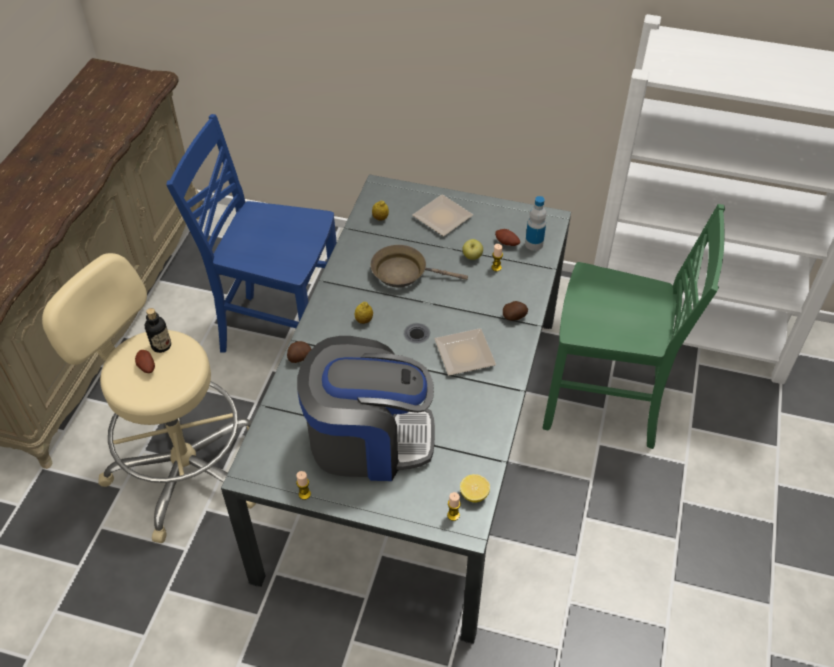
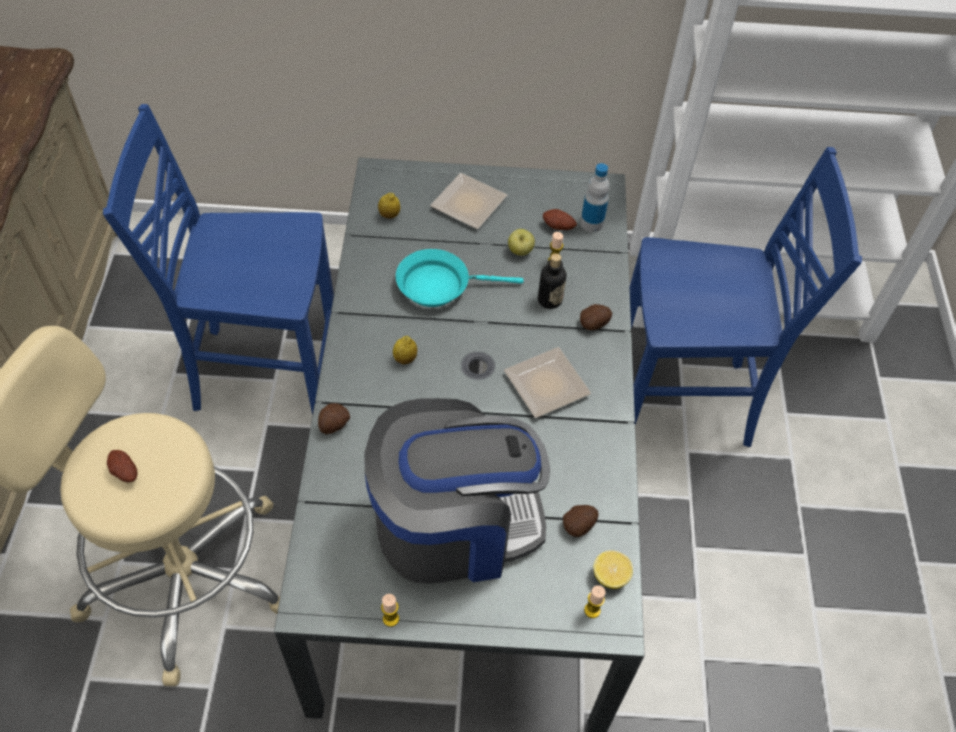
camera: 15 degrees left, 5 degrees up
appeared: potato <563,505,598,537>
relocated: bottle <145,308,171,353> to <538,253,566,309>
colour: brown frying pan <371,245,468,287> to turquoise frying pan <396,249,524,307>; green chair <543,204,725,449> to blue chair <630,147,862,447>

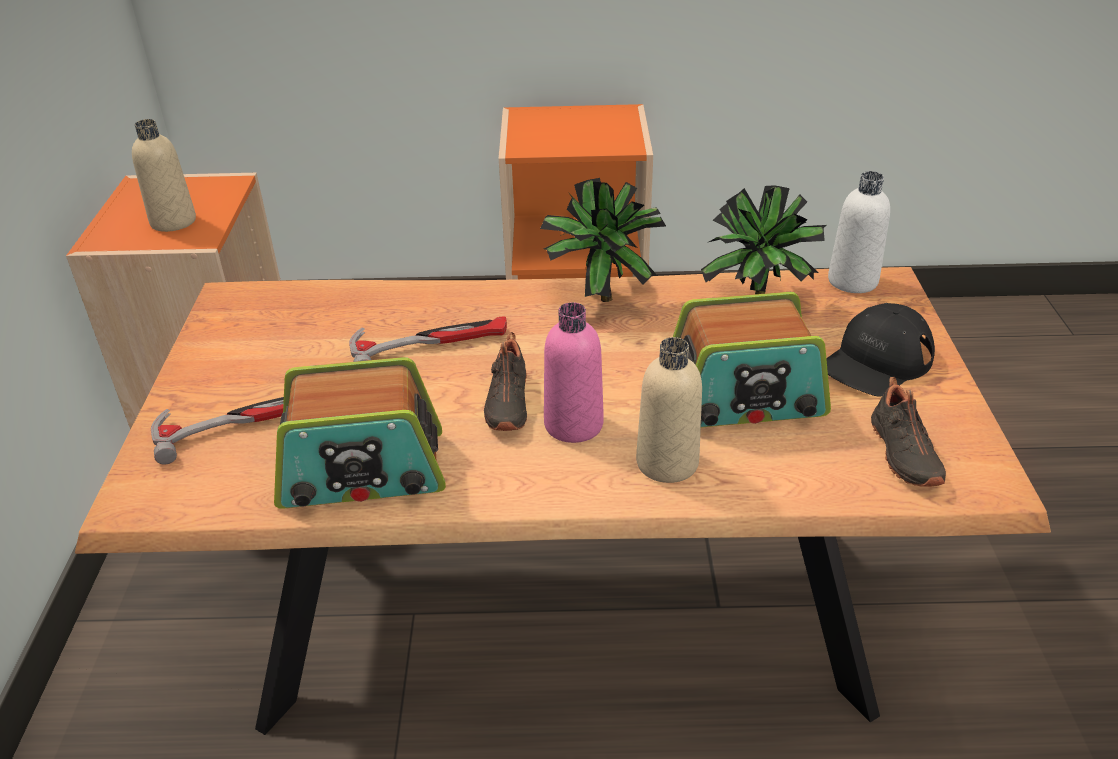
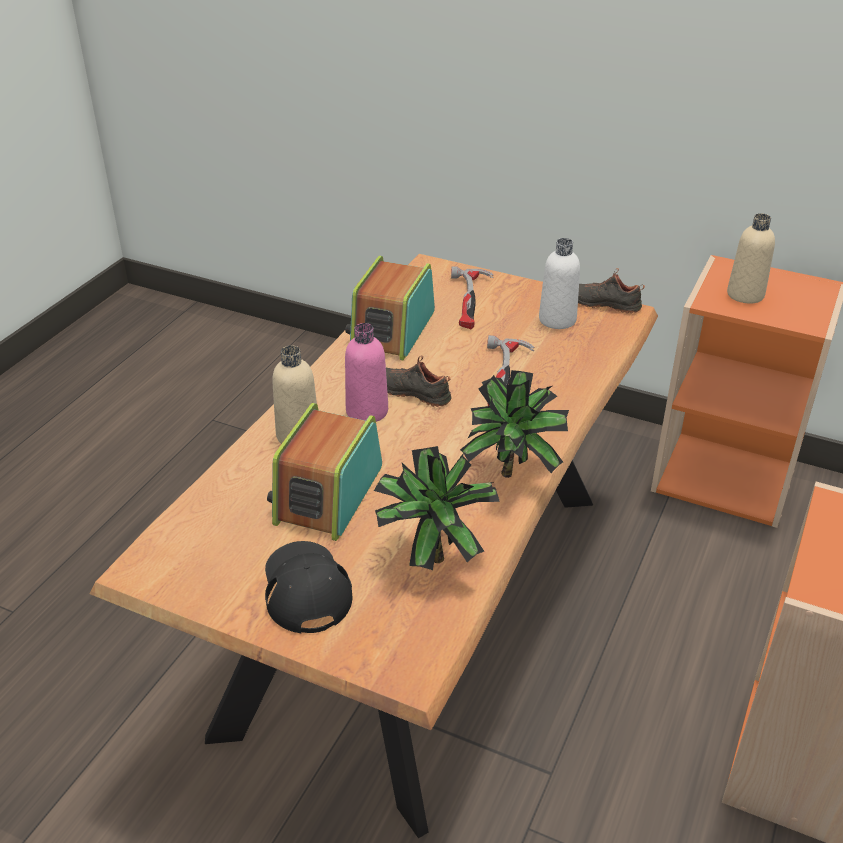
camera: 115 degrees right, 0 degrees up
relocated: white bottle <828,171,890,293> to <539,238,580,329>; black shoe <871,377,946,487> to <578,268,645,313>

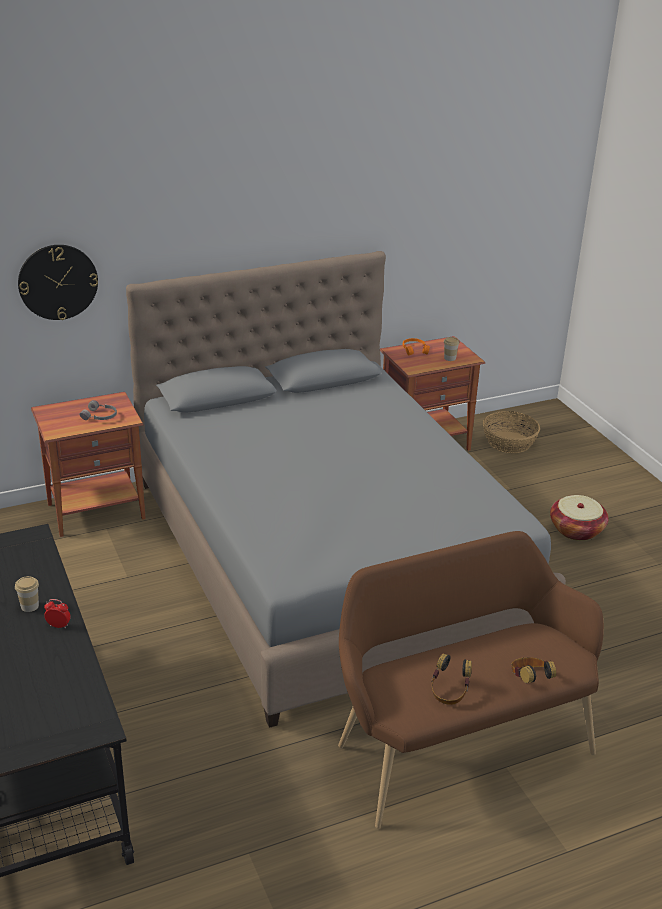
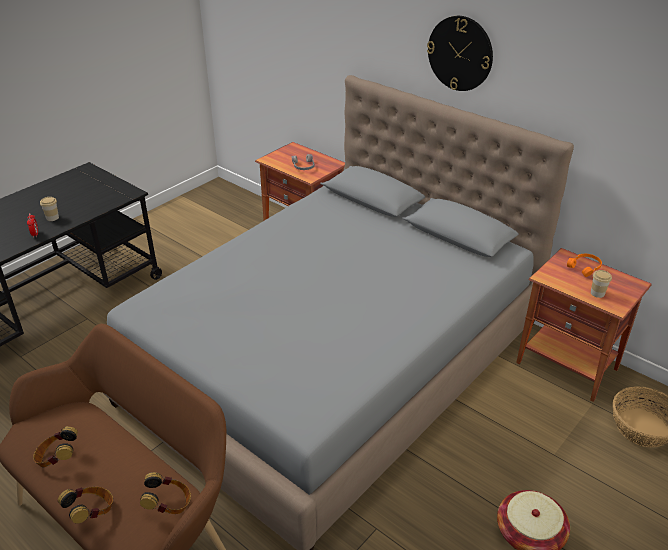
camera: 65 degrees right, 5 degrees up
appeared: headphones <140,472,191,514>
relocated: wall clock <18,245,98,320> to <427,16,493,91>

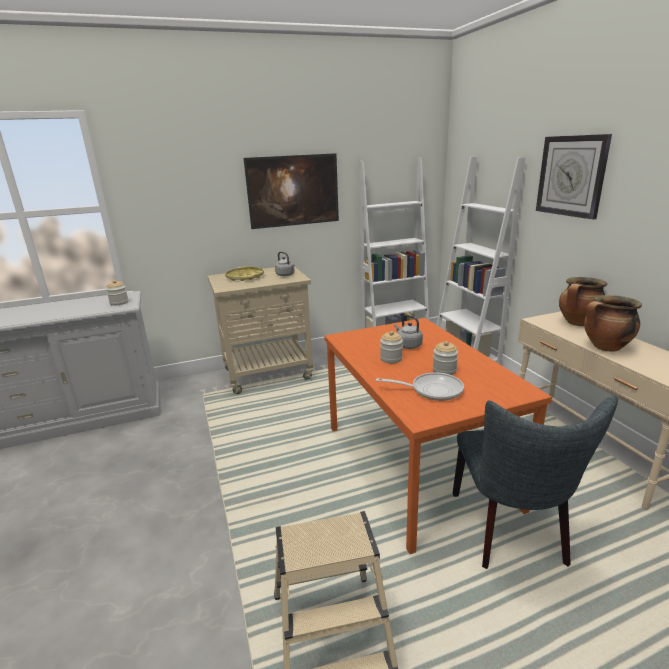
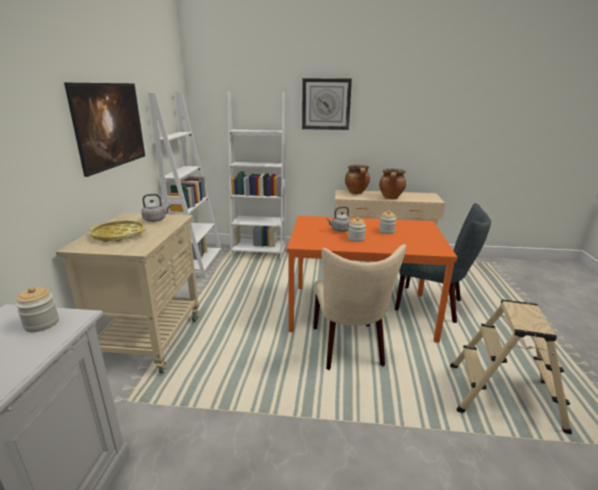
camera: 65 degrees left, 0 degrees up
missing: frying pan <376,372,464,401>
appeared: beige chair <313,244,406,370>

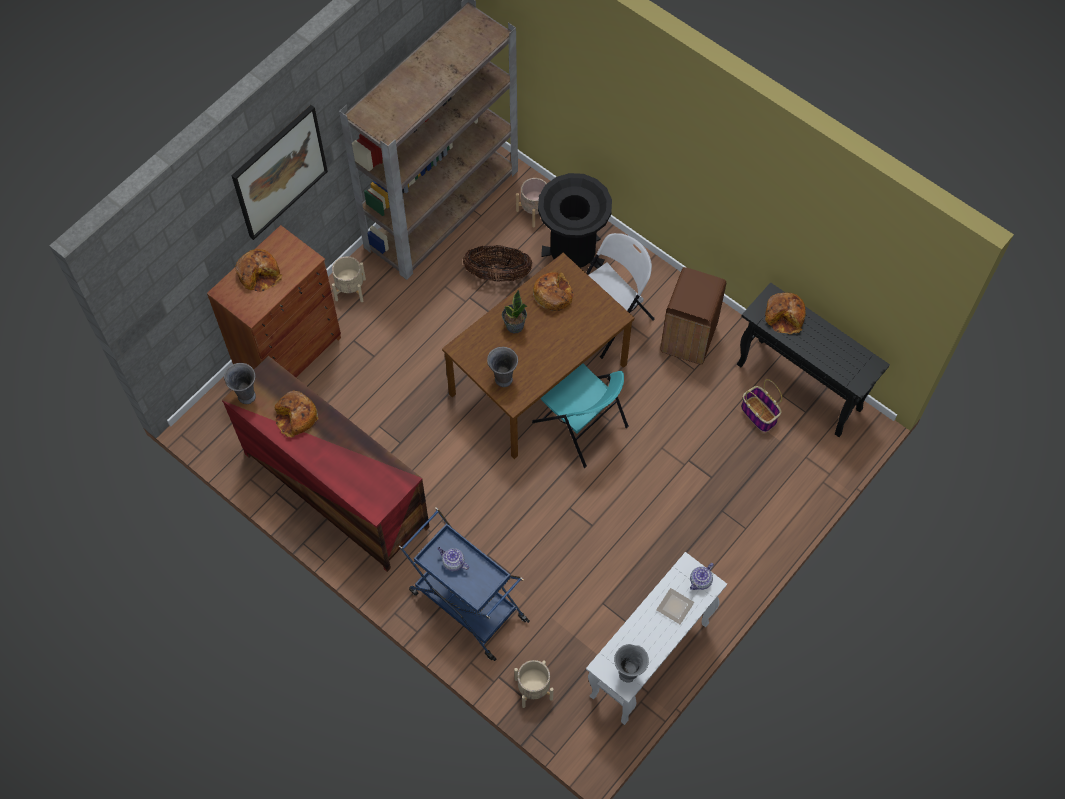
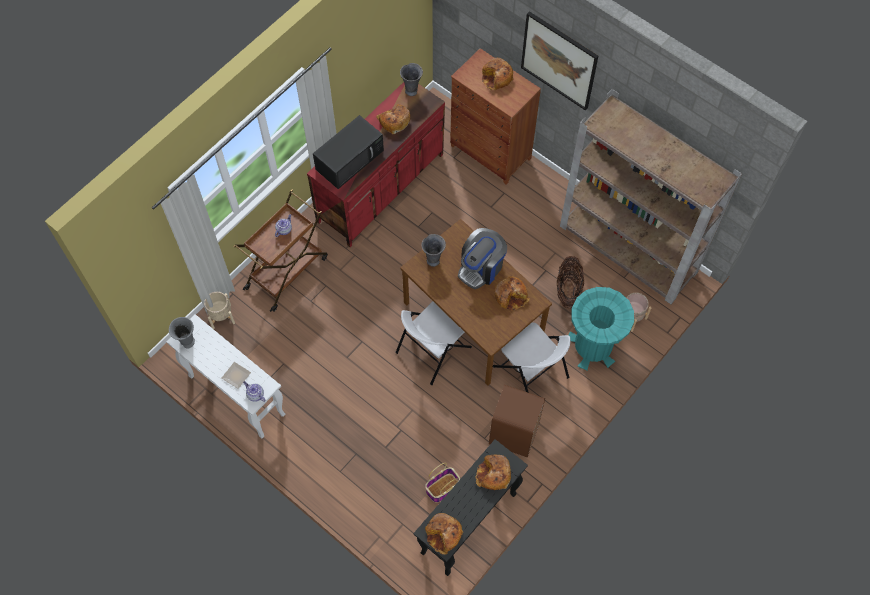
camera: 90 degrees right, 0 degrees up
missing: beige planter <332,256,366,302>
appeared: black microwave <313,115,384,189>; bread <425,513,463,555>
exchanged: potted plant <502,290,527,333> to coffee machine <458,228,507,289>
colour: blue cart <399,507,530,661> to brown cart <233,189,328,312>; turquoise chair <532,363,629,468> to white chair <395,301,472,385>; black trash can <538,173,612,269> to turquoise trash can <569,287,634,370>

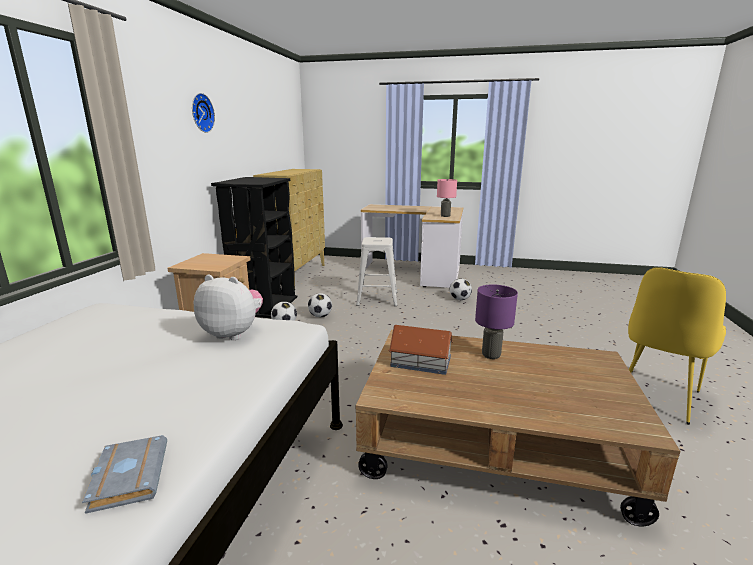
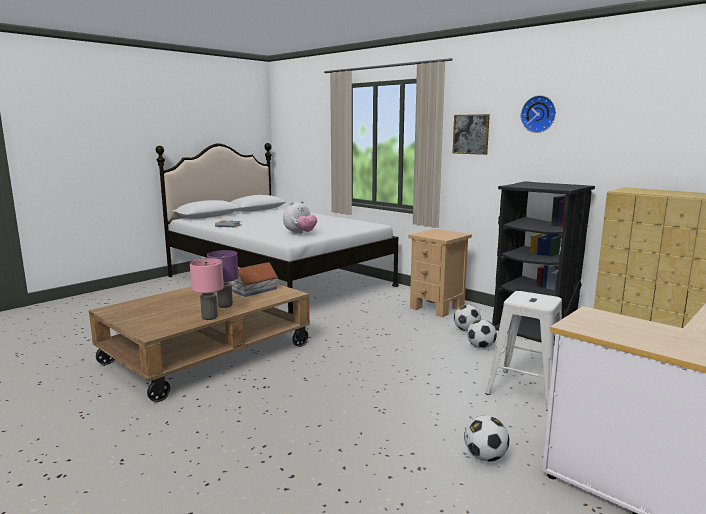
camera: 120 degrees right, 5 degrees down
missing: yellow chair <628,267,726,425>
appeared: picture <453,114,490,155>
relocated: pink table lamp <437,179,457,217> to <190,258,224,320>

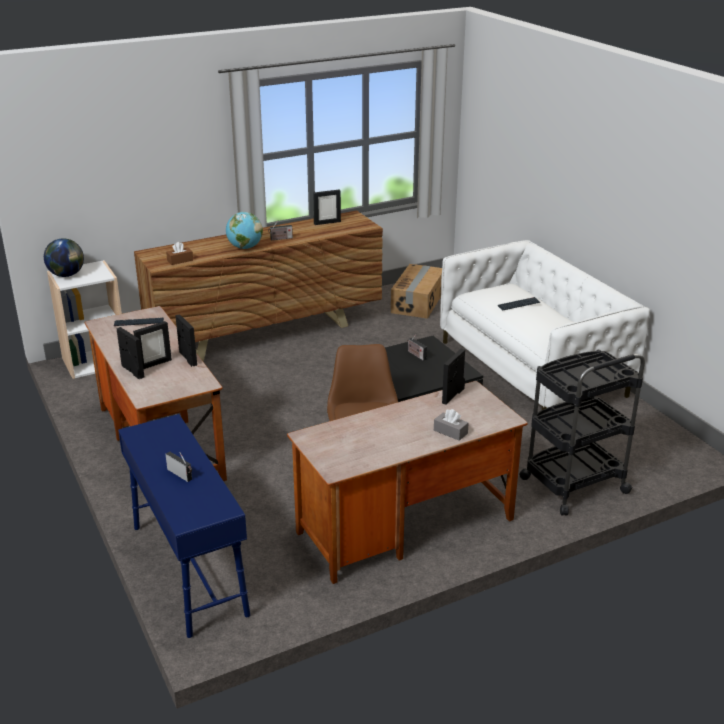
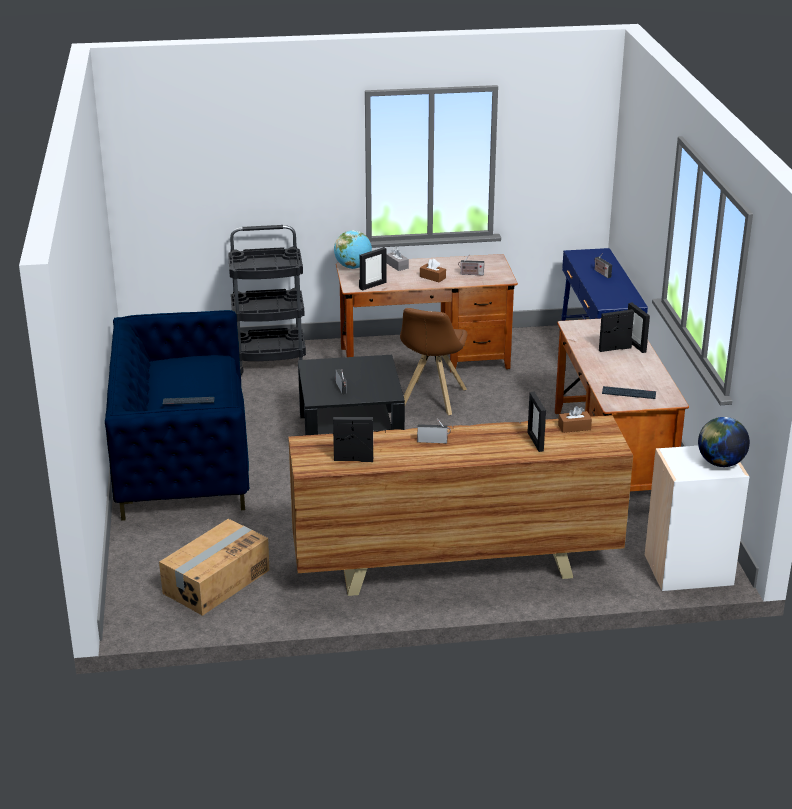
camera: 160 degrees left, 0 degrees up
appeared: brown tissue box <420,259,446,282>; radio <458,254,484,275>
relocated: picture frame <175,314,197,367> to <527,392,546,452>; globe <226,212,263,249> to <334,230,372,269>
colour: white sofa <440,240,650,410> to blue sofa <105,310,250,521>

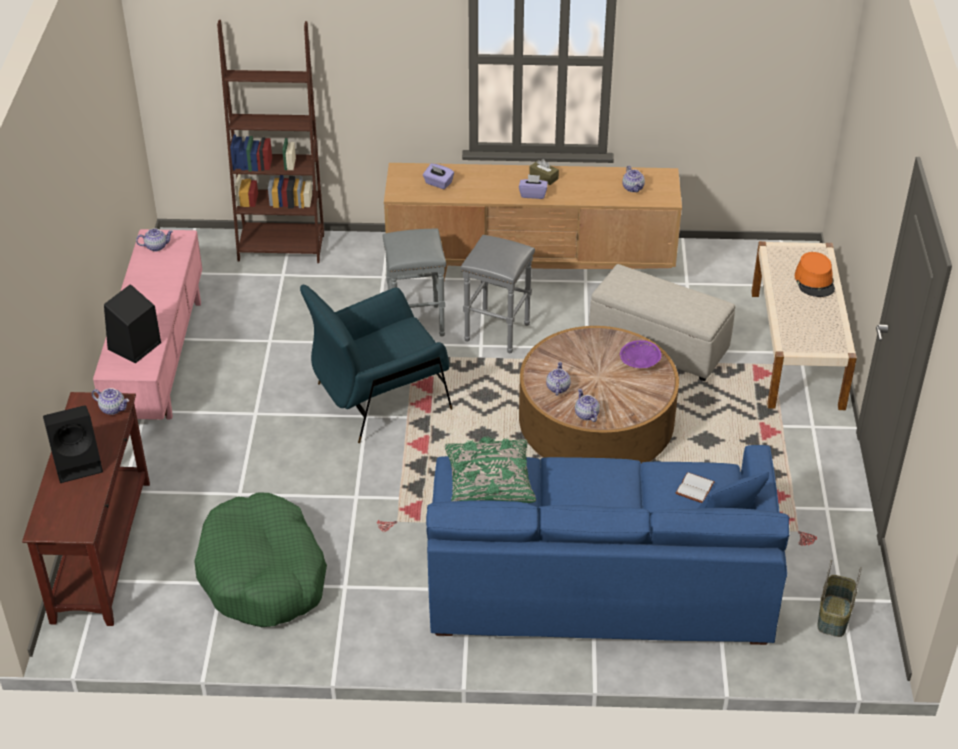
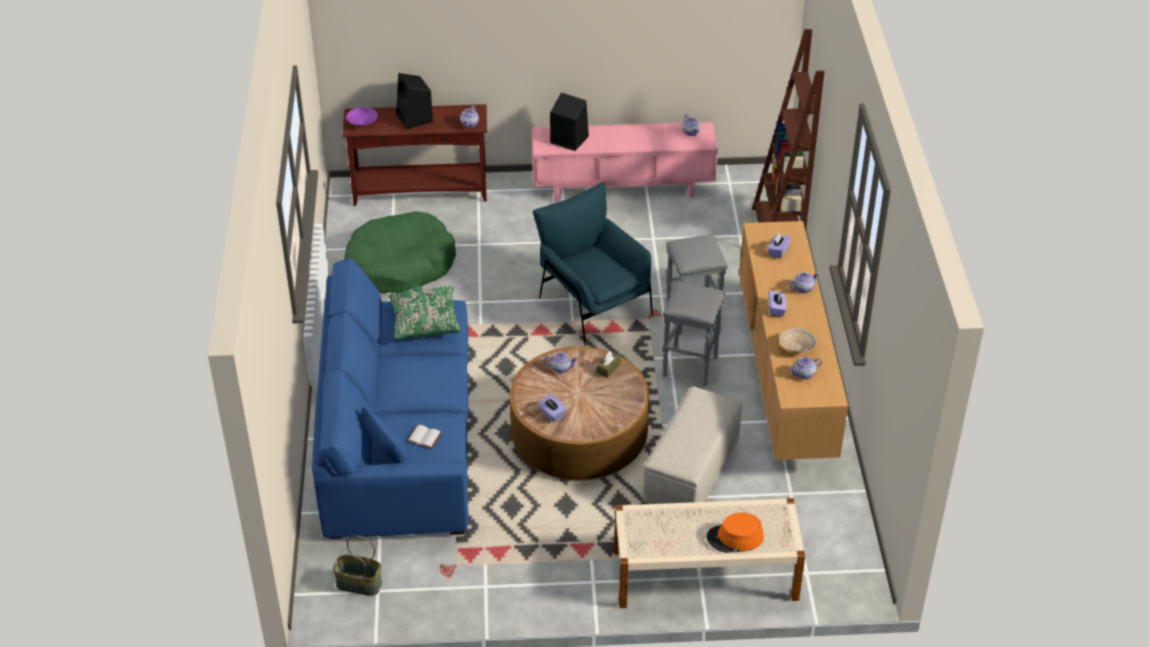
camera: 85 degrees right, 0 degrees up
appeared: purple tissue box <538,394,567,422>; beige bowl <780,328,817,353>
relocated: brown tissue box <529,159,559,185> to <597,351,621,378>; teapot <575,389,600,422> to <789,272,819,293>; purple bowl <620,340,661,368> to <346,107,378,126>

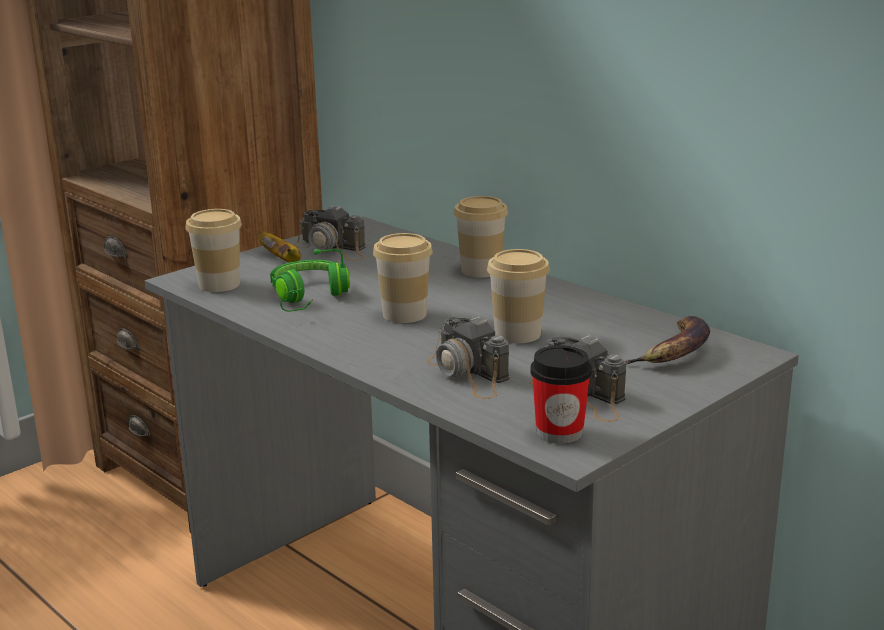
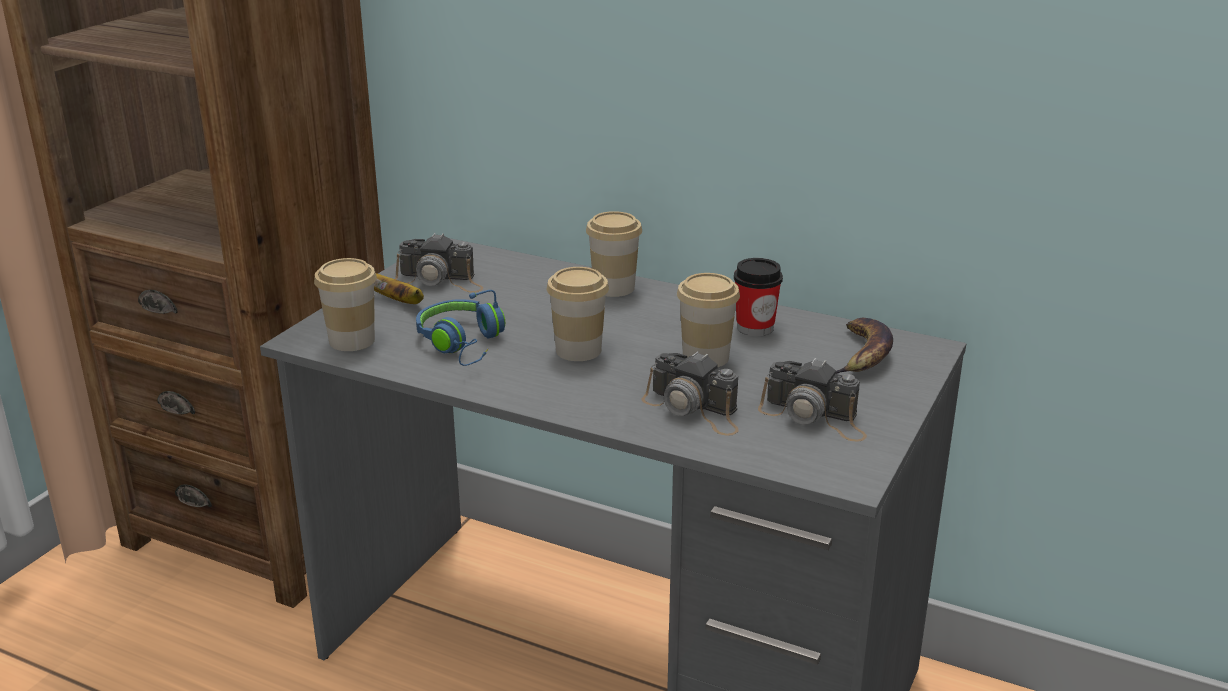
camera: 20 degrees left, 5 degrees up
relocated: cup <530,345,592,444> to <734,258,783,336>
colour: green headphones <270,249,350,311> to blue headphones <416,290,505,366>

